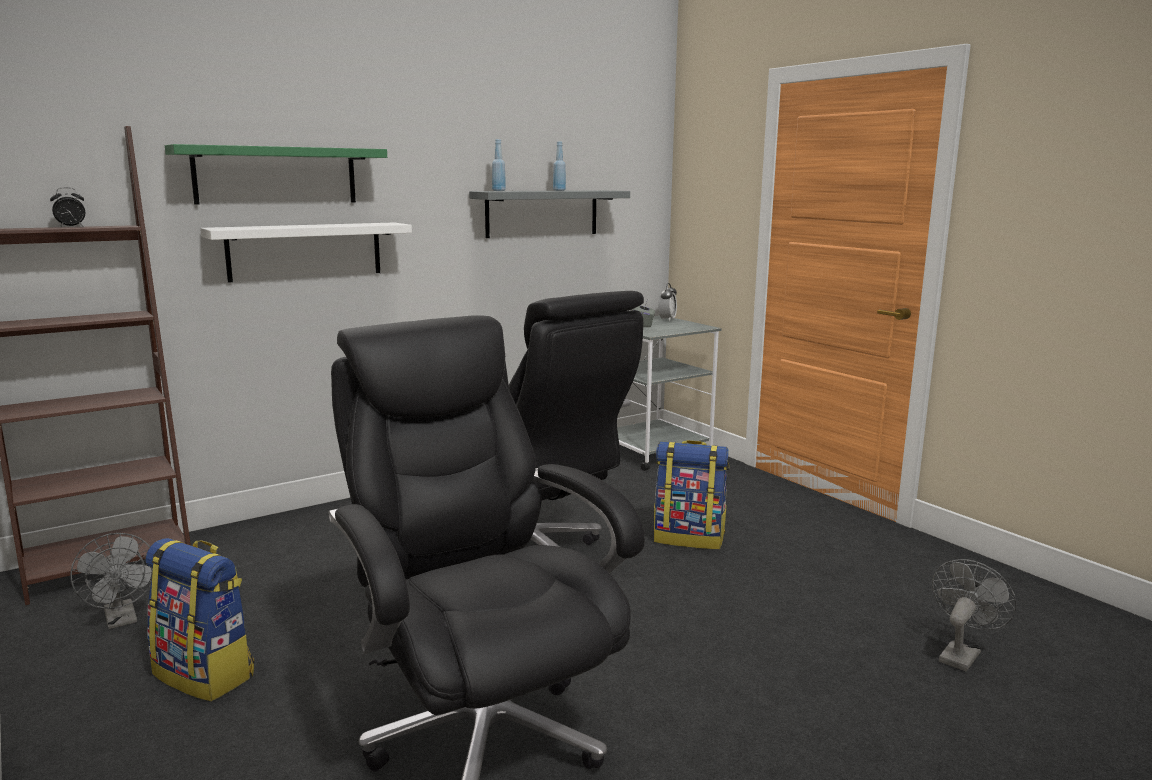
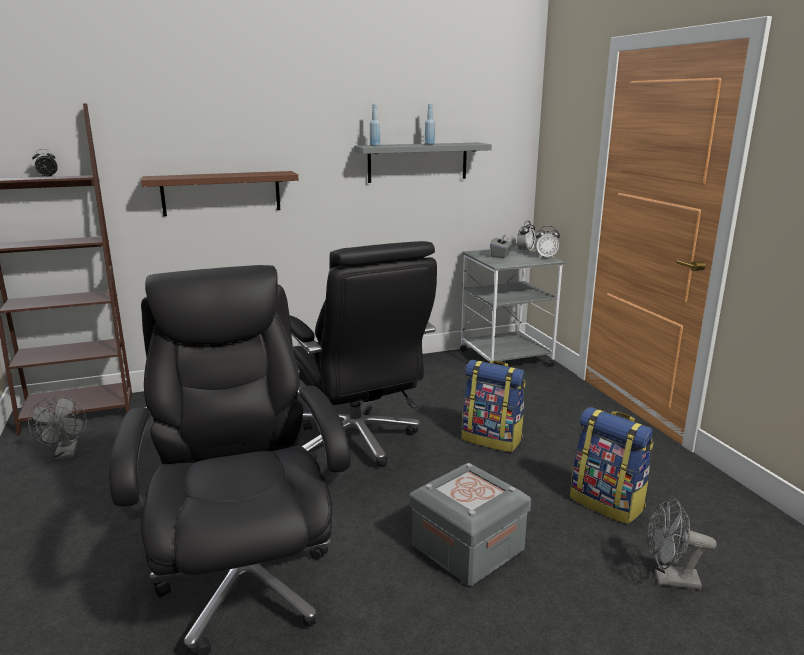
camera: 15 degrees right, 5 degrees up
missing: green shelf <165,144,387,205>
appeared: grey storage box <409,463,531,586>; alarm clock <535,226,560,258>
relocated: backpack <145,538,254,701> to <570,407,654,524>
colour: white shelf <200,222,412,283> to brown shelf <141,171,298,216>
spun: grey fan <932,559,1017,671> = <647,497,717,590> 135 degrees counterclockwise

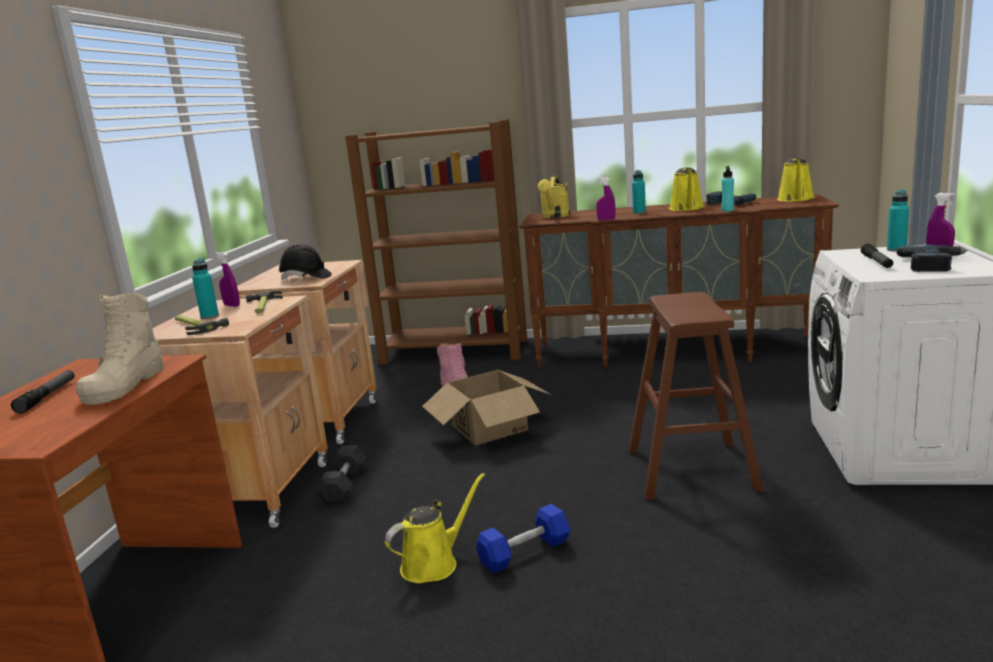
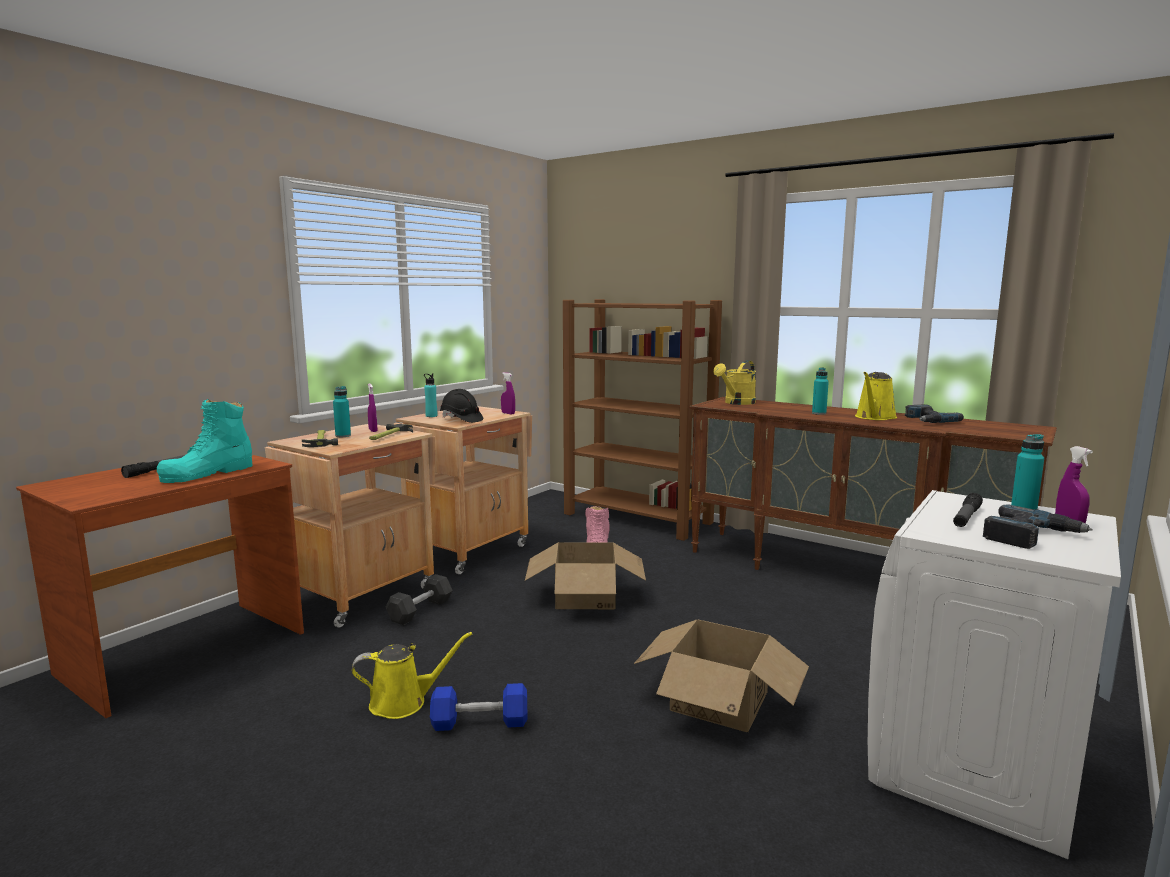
camera: 25 degrees right, 5 degrees down
missing: yellow watering can <777,158,815,202>
relocated: purple spray bottle <596,177,615,220> to <501,372,515,415>; turquoise bottle <721,166,734,212> to <424,373,437,417>
exchanged: brown stool <628,292,764,500> to cardboard box <634,620,809,732>
colour: beige boot <76,292,164,405> to turquoise boot <157,399,252,483>

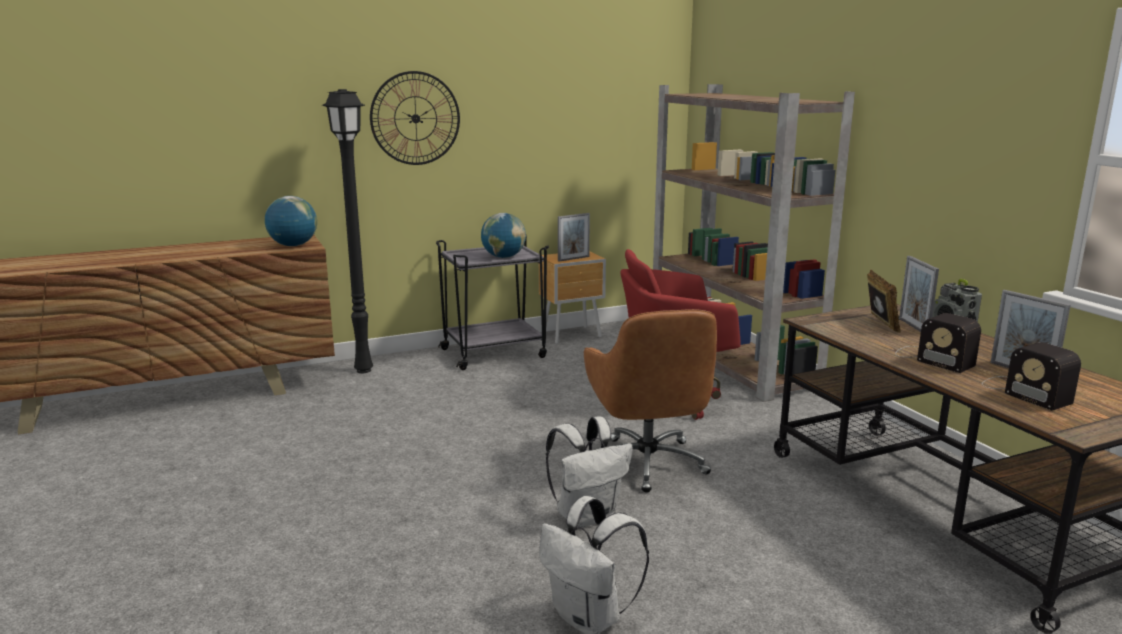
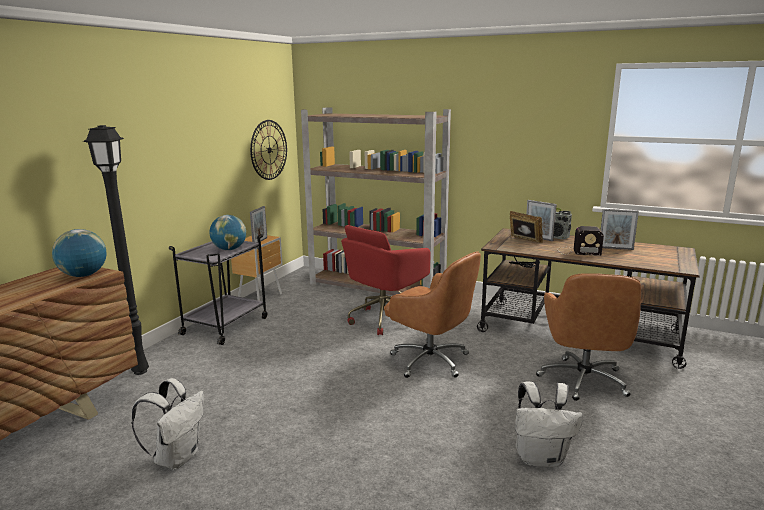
camera: 40 degrees left, 0 degrees up
missing: radio <982,342,1081,411>
appeared: brown office chair <536,273,641,401>
relocated: wall clock <370,71,460,165> to <250,120,287,180>; white backpack <546,416,633,528> to <131,378,204,469>

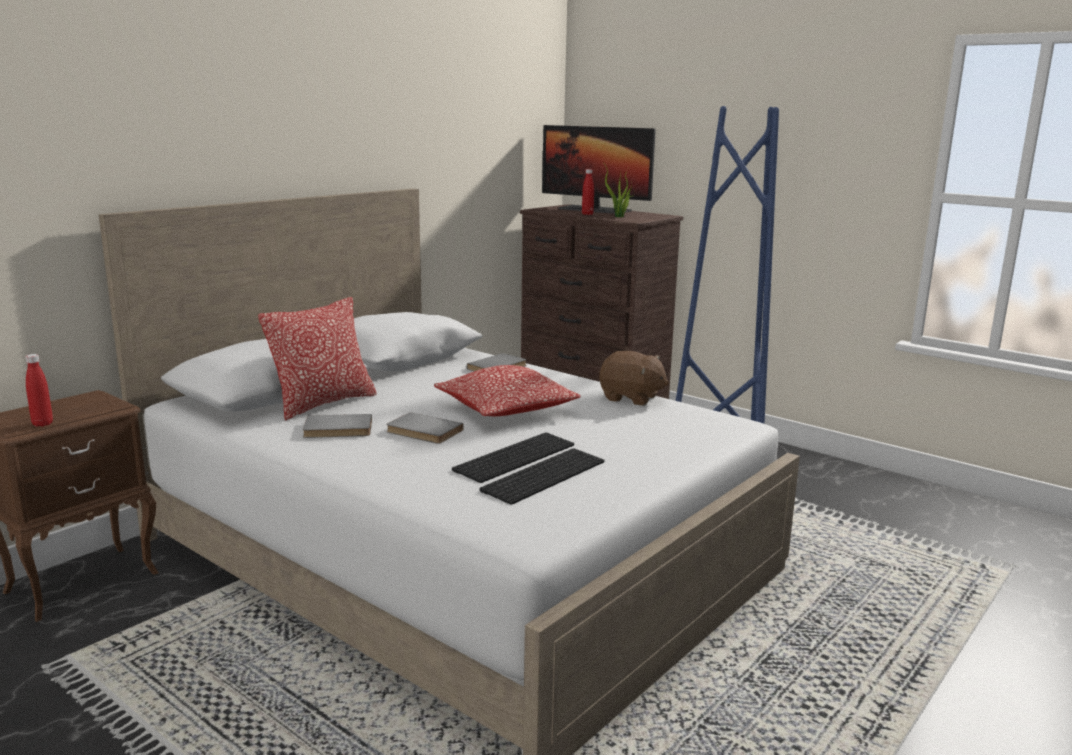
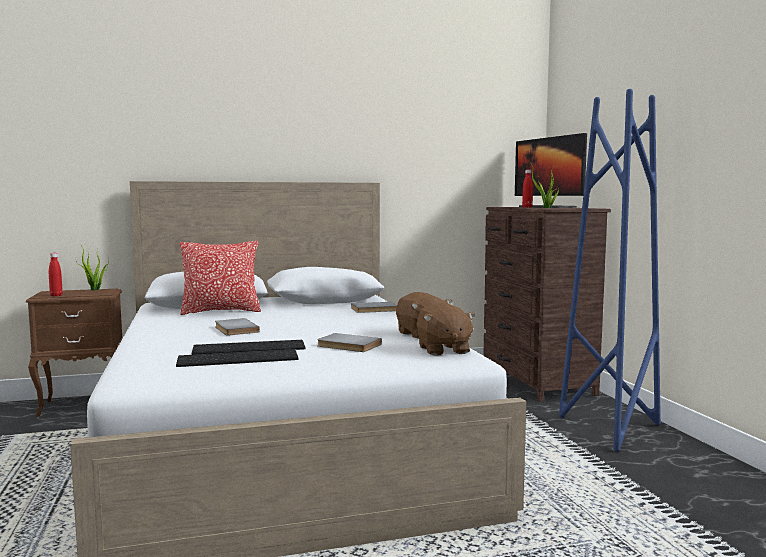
camera: 35 degrees right, 10 degrees down
missing: pillow <434,365,581,416>
appeared: potted plant <76,244,109,290>; brown plush toy <416,303,476,356>
relocated: grey book <303,414,372,438> to <317,333,382,352>

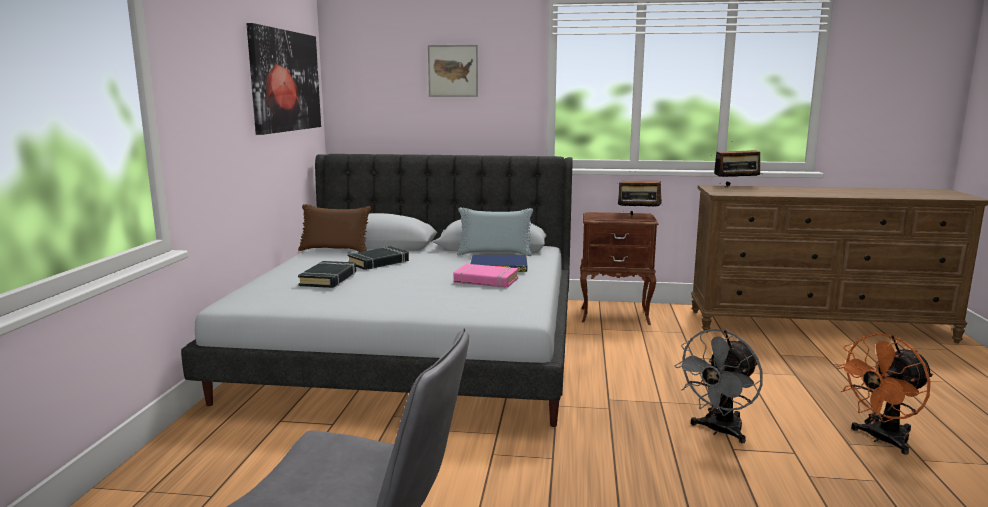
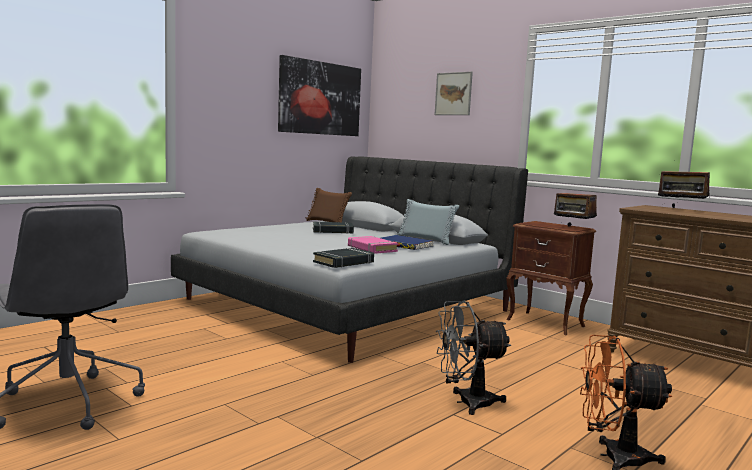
camera: 35 degrees right, 5 degrees down
relocated: black book <298,261,356,288> to <313,248,374,268>

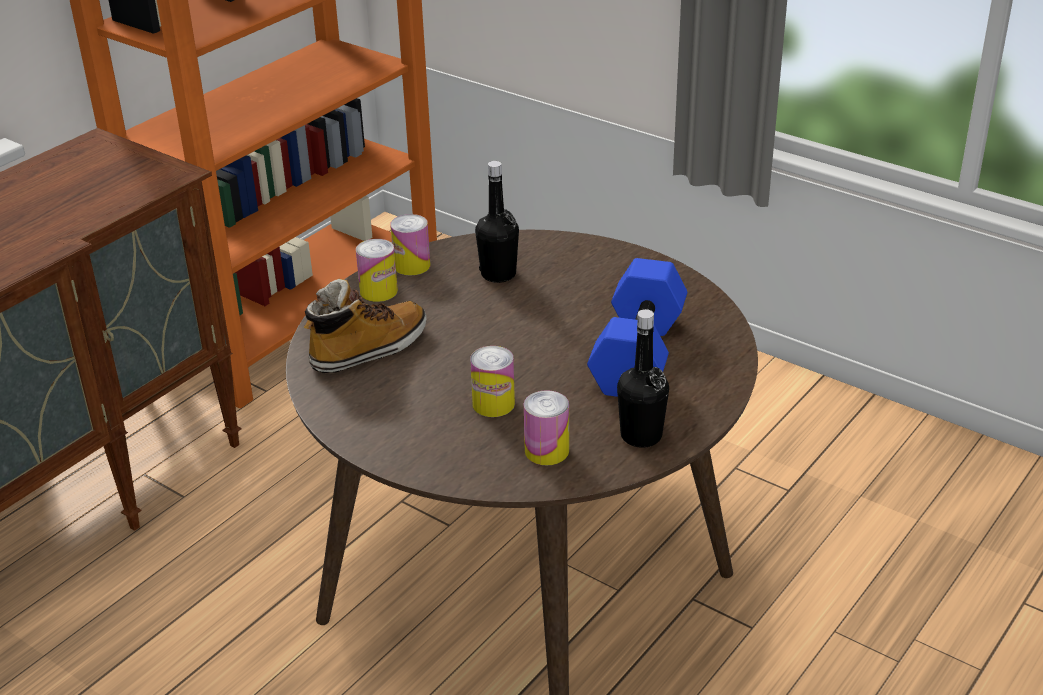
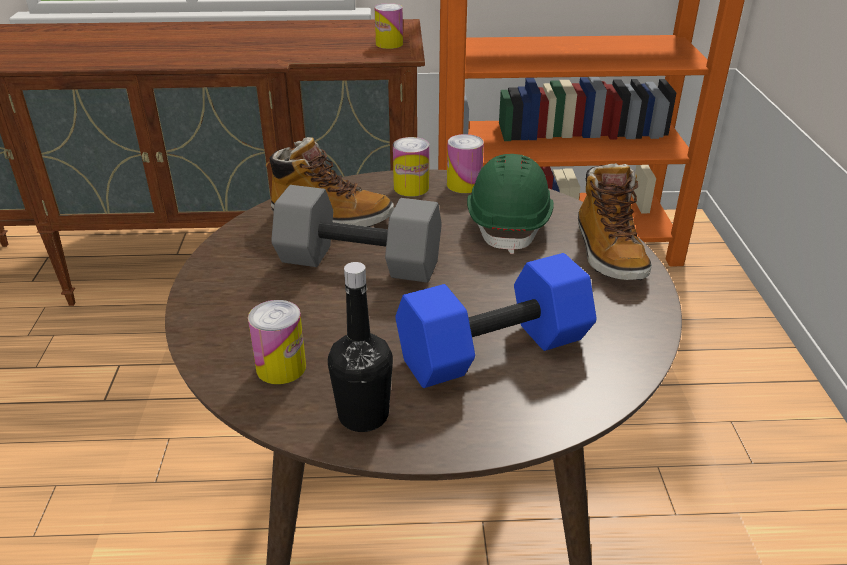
camera: 50 degrees right, 0 degrees up
appeared: grey dumbbell <271,185,442,283>; boot <578,163,652,280>
relocated: can <470,346,515,417> to <374,3,403,49>
exchanged: black bottle <475,161,519,283> to green hard hat <467,154,554,254>

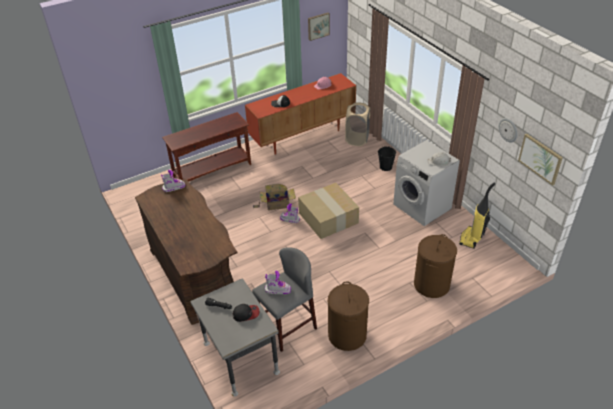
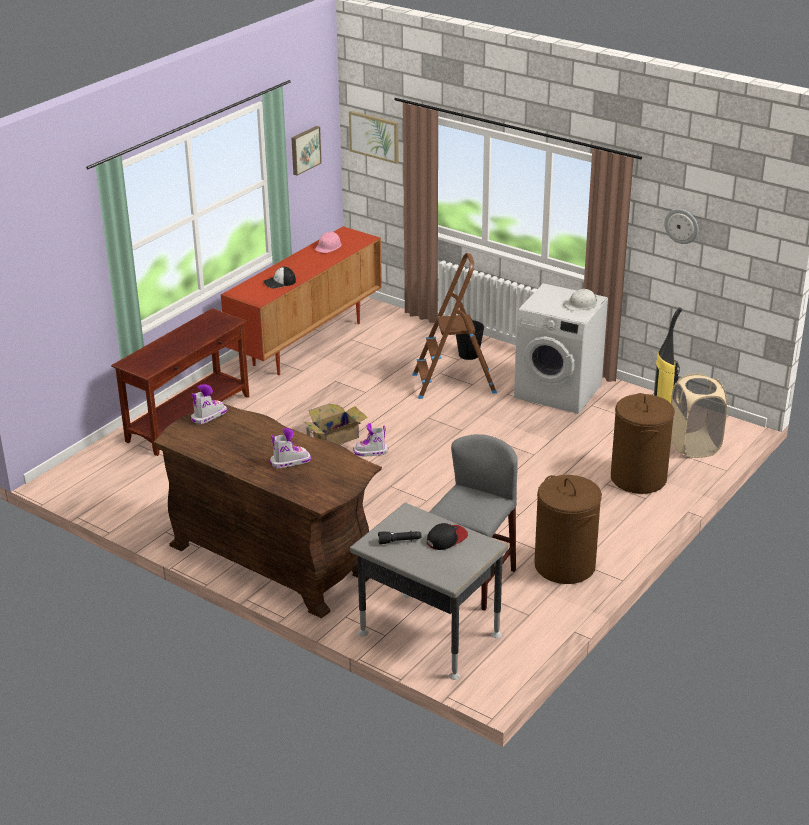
camera: 25 degrees left, 10 degrees down
missing: cardboard box <298,183,359,239>
appeared: brown step ladder <412,253,497,399>
relocated: boot <265,270,291,294> to <270,428,311,469>; beige laundry basket <345,102,370,146> to <671,373,727,458>; picture <518,134,563,186> to <349,111,399,164>

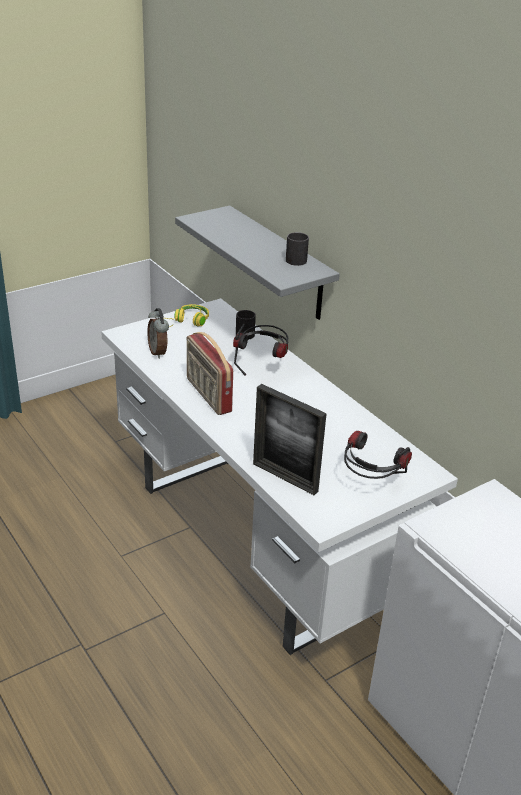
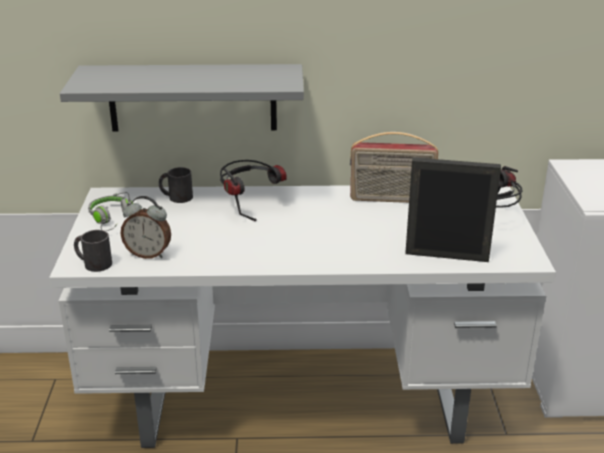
camera: 55 degrees left, 5 degrees down
relocated: radio <187,332,233,415> to <350,132,438,203>; black mug <286,232,309,266> to <74,230,112,272>
colour: yellow headphones <163,304,209,327> to grey headphones <88,192,133,231>
spun: picture frame <253,384,327,495> = <405,157,501,262> 150 degrees counterclockwise

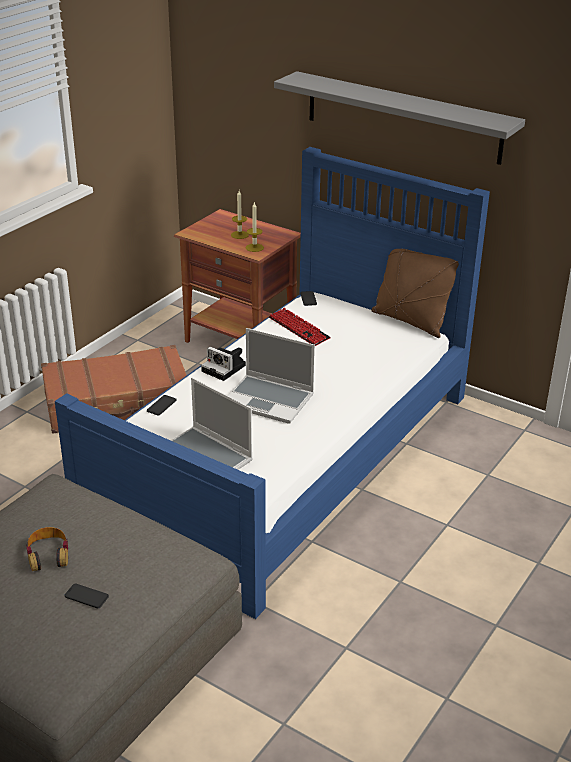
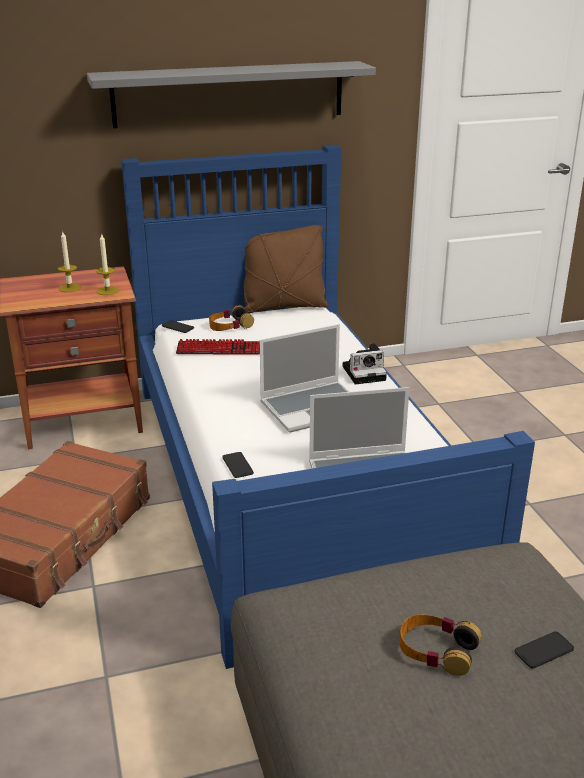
camera: 50 degrees left, 5 degrees down
appeared: headphones <209,305,254,331>
relocated: photo camera <201,347,246,381> to <343,343,387,385>

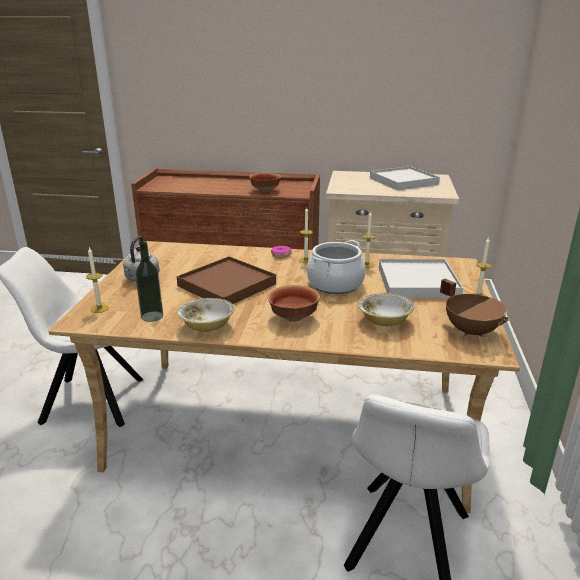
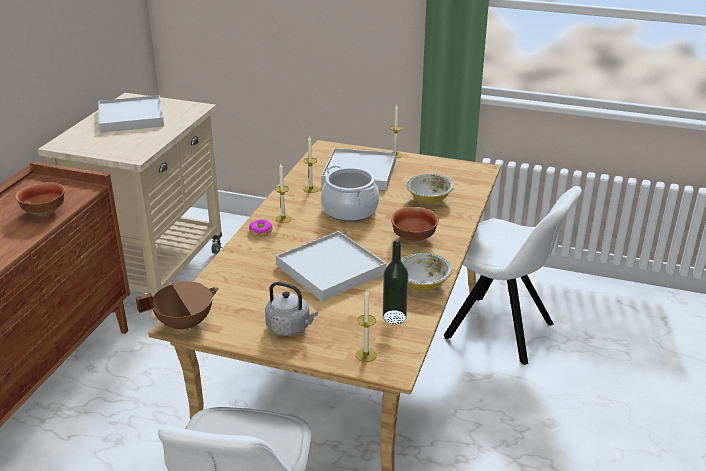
camera: 80 degrees left, 5 degrees up
relocated: brown cooking pot <440,279,510,337> to <135,281,219,331>
colour: brown tray <177,256,276,304> to white tray <276,231,386,301>

